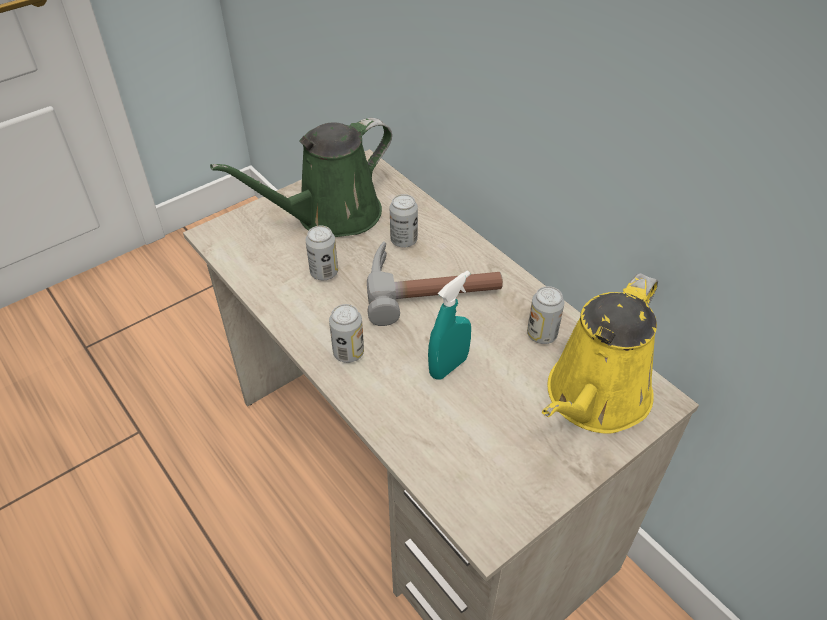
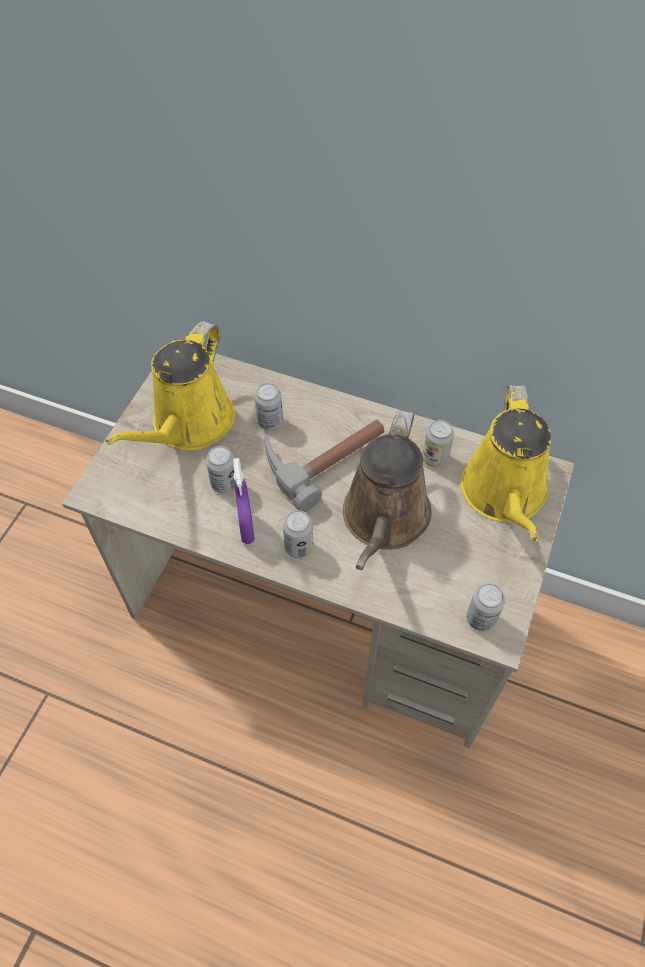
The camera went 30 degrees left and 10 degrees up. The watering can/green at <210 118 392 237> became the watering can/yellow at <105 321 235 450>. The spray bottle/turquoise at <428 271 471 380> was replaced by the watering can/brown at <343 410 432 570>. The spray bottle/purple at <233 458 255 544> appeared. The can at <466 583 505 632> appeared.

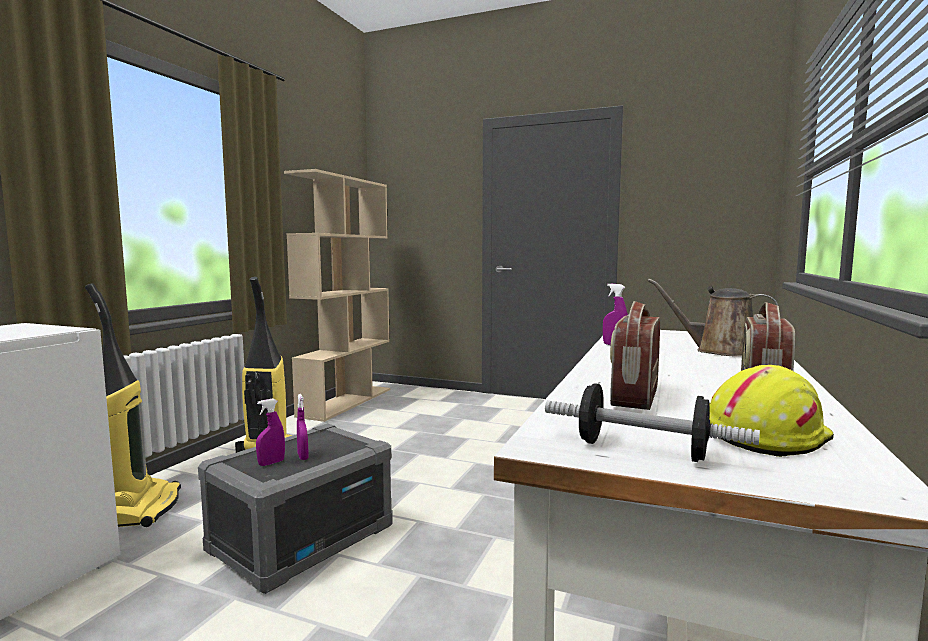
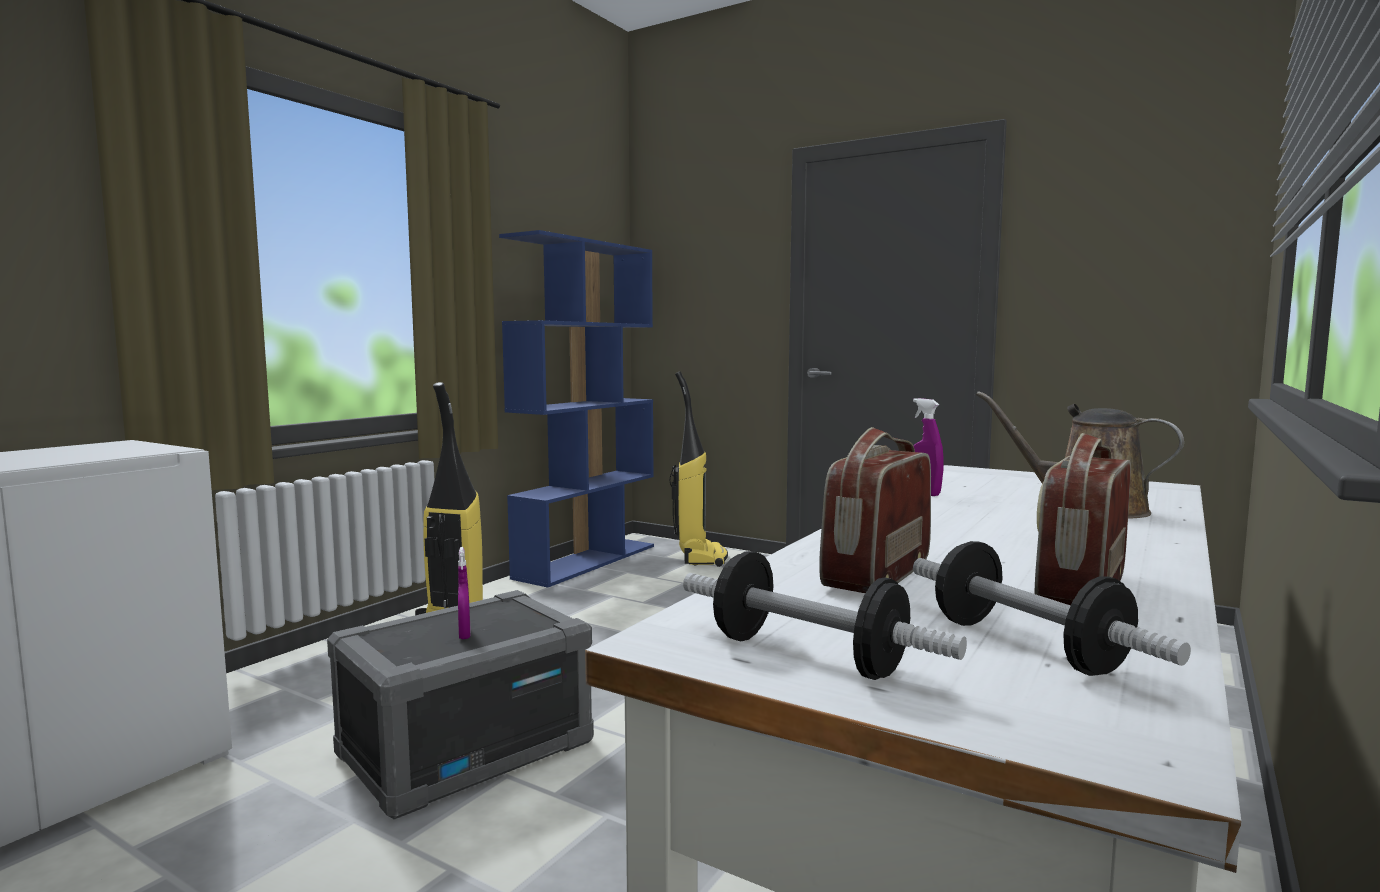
The camera went 10 degrees right and 0 degrees up. The bookcase/beige at <284 169 390 422> became the bookcase/blue at <499 230 654 588>. The vacuum cleaner moved from <85 283 181 527> to <669 371 728 567>. The hard hat/yellow at <709 365 834 457> was replaced by the dumbbell at <913 541 1191 676>. The spray bottle/purple at <256 398 285 466> disappeared.

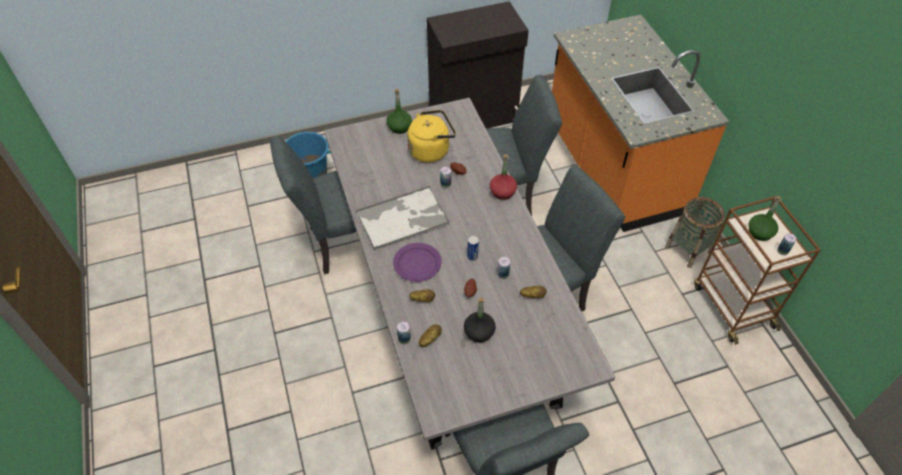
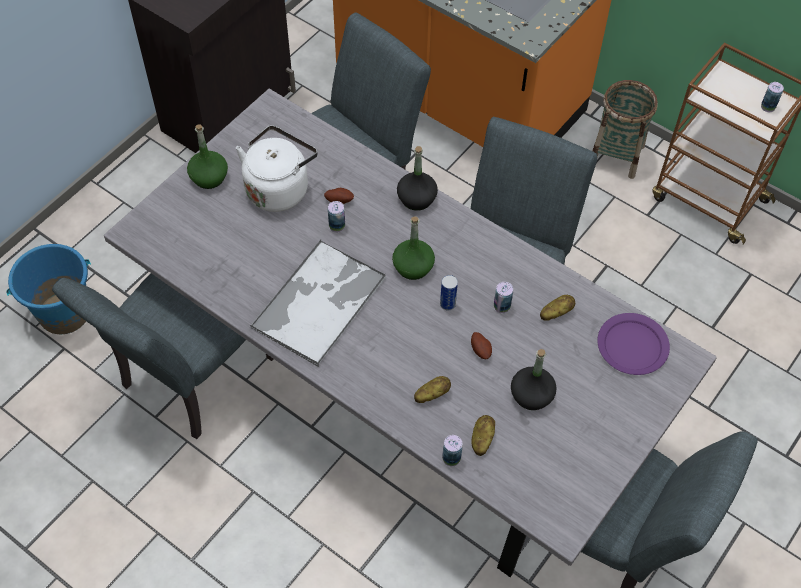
The camera went 35 degrees left and 5 degrees up. The kettle/yellow at <407 110 456 163> became the kettle/white at <236 125 318 212>. The bottle/red at <490 154 517 200> became the bottle/black at <397 146 438 211>. The bottle/green moved from <749 196 781 241> to <392 217 435 280>. The plate/purple moved from <393 243 442 282> to <597 313 670 375>.

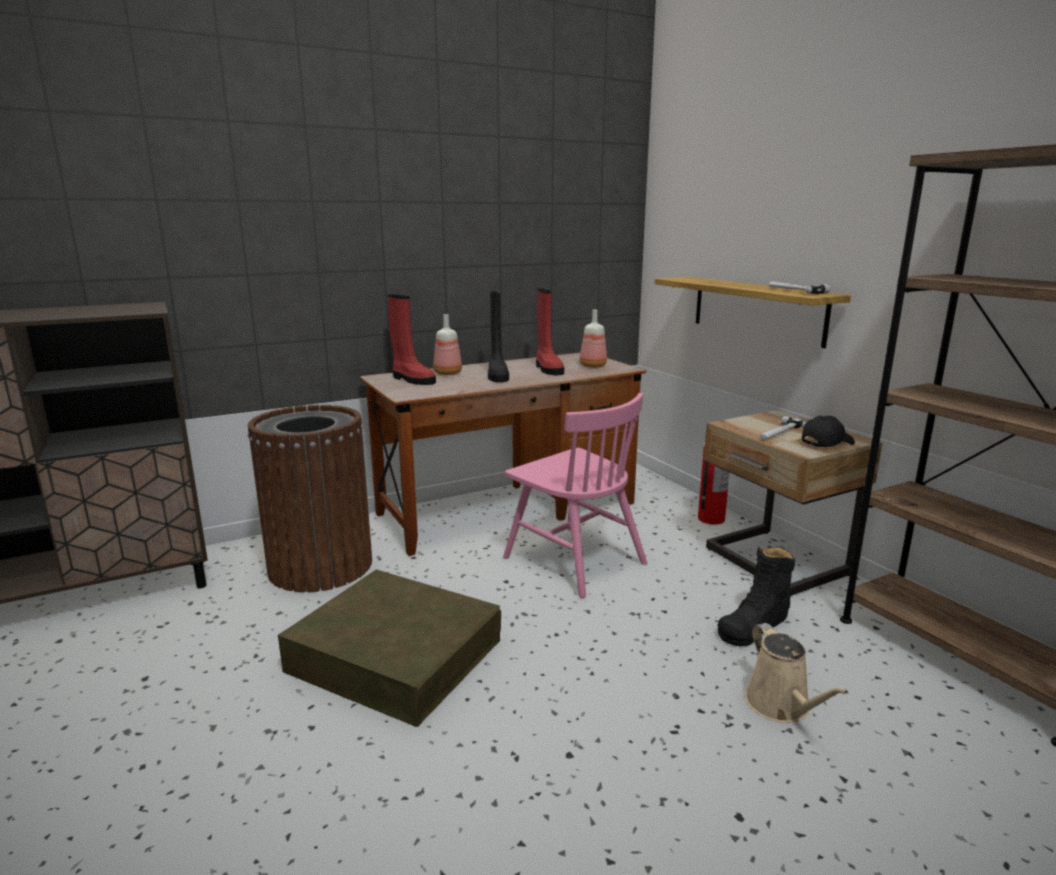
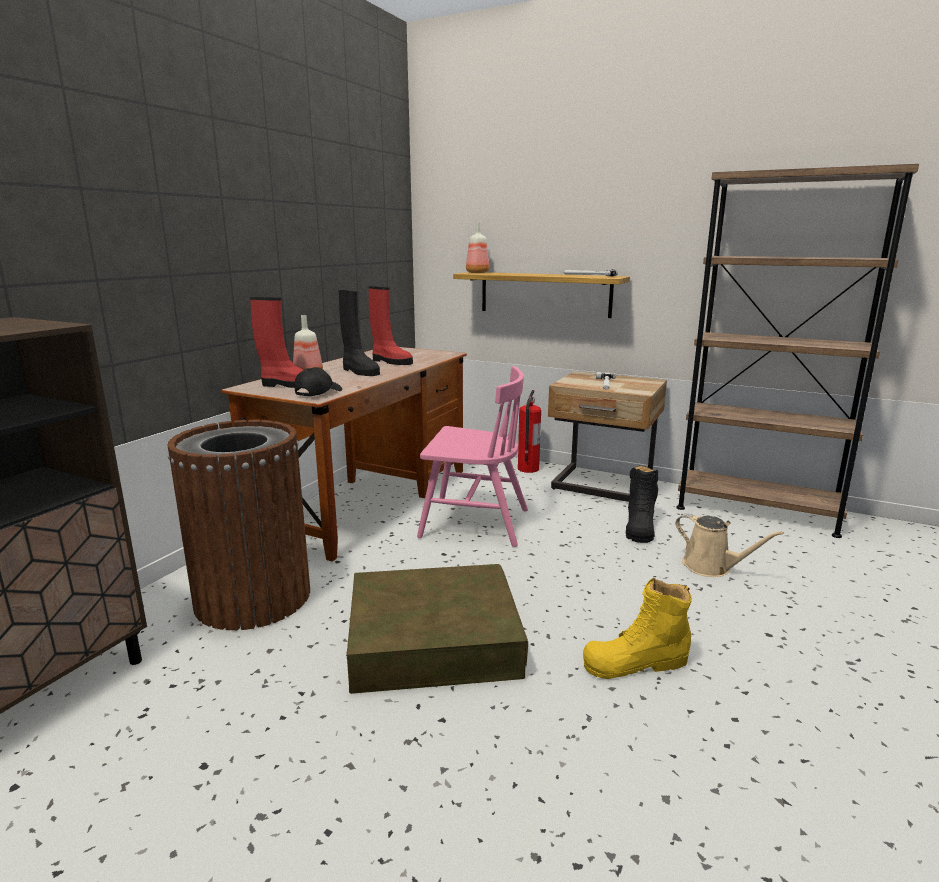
The camera went 35 degrees left and 0 degrees up. The bottle moved from <580 309 607 368> to <466 222 489 273>. The cap/black moved from <802 416 855 447> to <295 367 342 397>. The boot/yellow at <583 578 692 679> appeared.

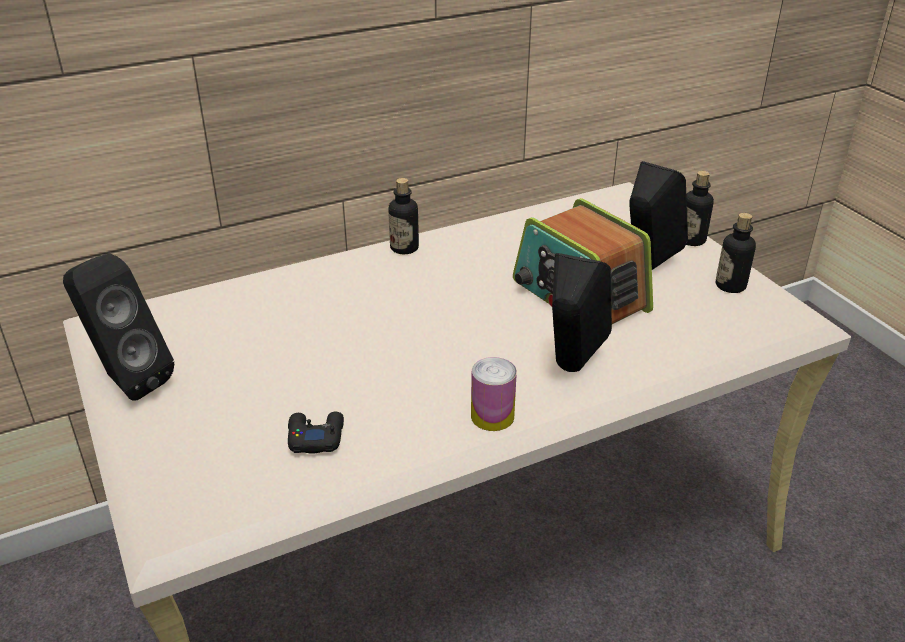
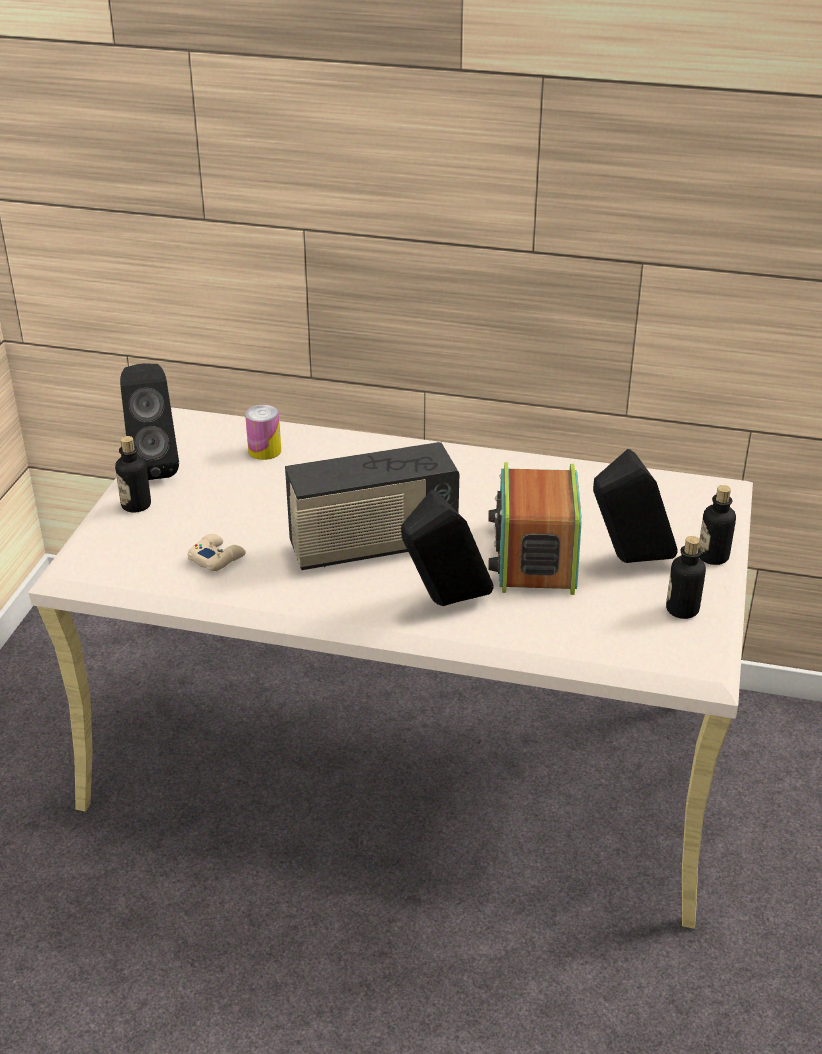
The camera went 40 degrees right and 0 degrees up. The bottle moved from <388 178 419 254> to <115 436 151 513>. The can moved from <471 357 517 431> to <245 405 281 460>. The game controller/black at <288 412 344 453> became the game controller/beige at <188 534 246 571>. The radio at <285 442 459 570> appeared.

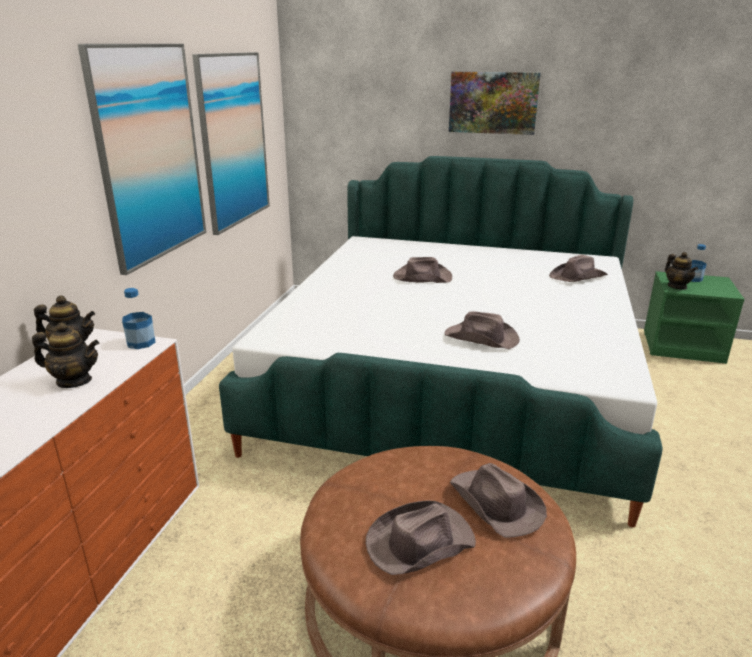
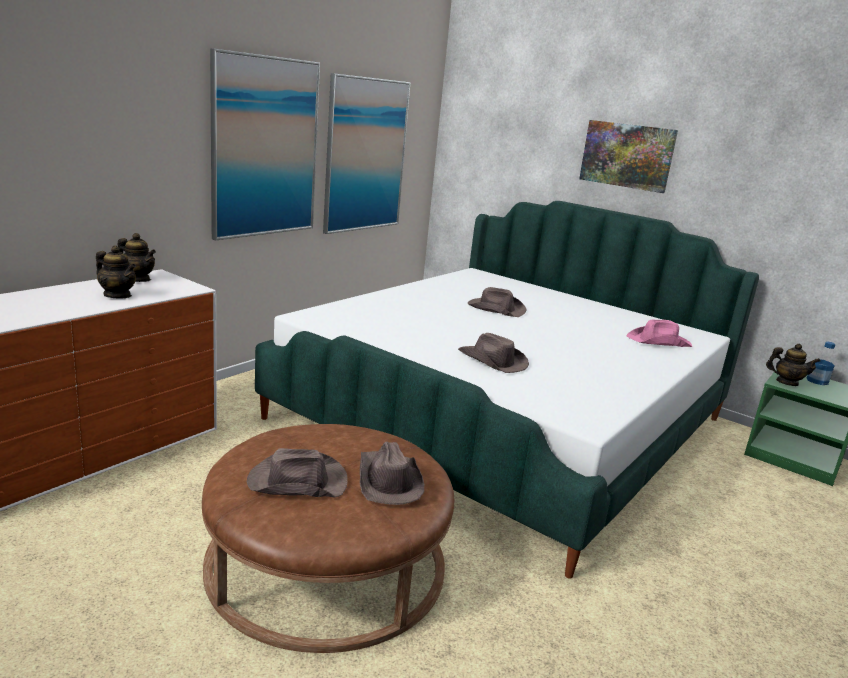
The camera went 20 degrees right and 5 degrees down. The teapot at <665 252 698 290> turned 75 degrees counterclockwise. The hat/brown at <549 255 608 282> became the hat/pink at <626 320 692 347>. The bottle at <122 288 156 349> disappeared.

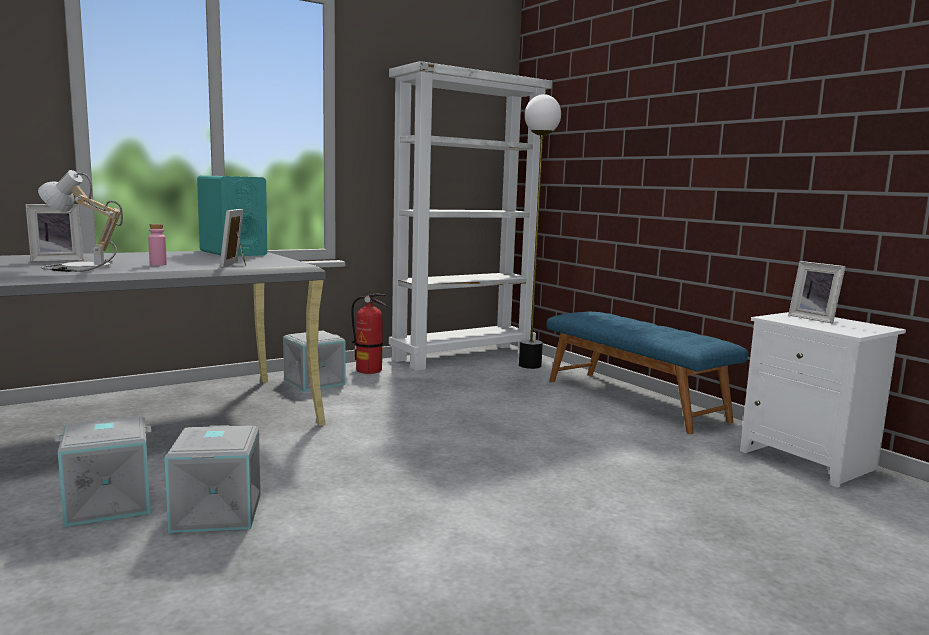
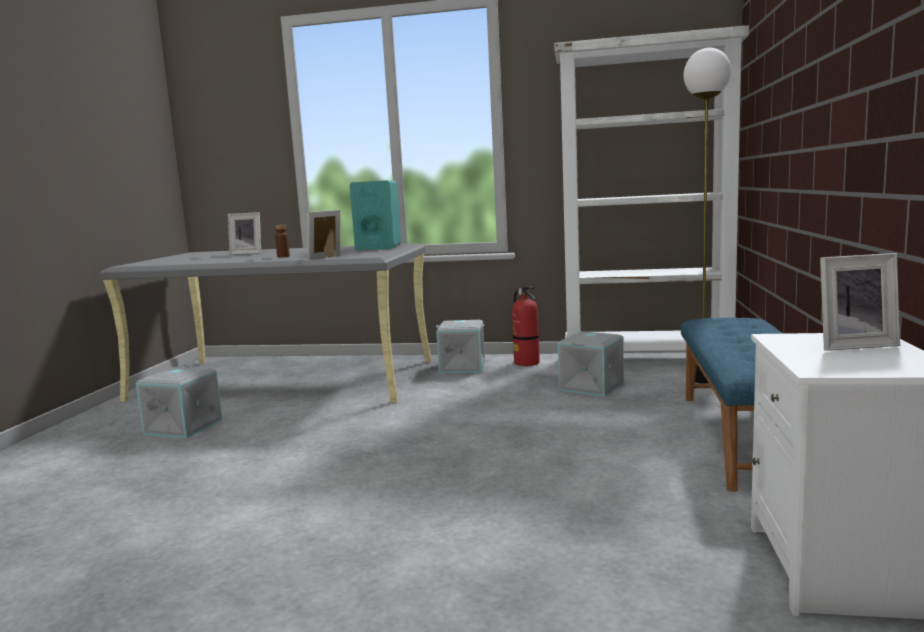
The camera went 45 degrees right and 0 degrees up. The table lamp at <38 170 123 272> disappeared. The bottle/pink at <148 224 167 266> became the bottle/brown at <275 225 290 257>. The picture frame at <788 261 846 324> turned 105 degrees counterclockwise. The storage box/grey moved from <164 425 261 533> to <558 331 624 397>.

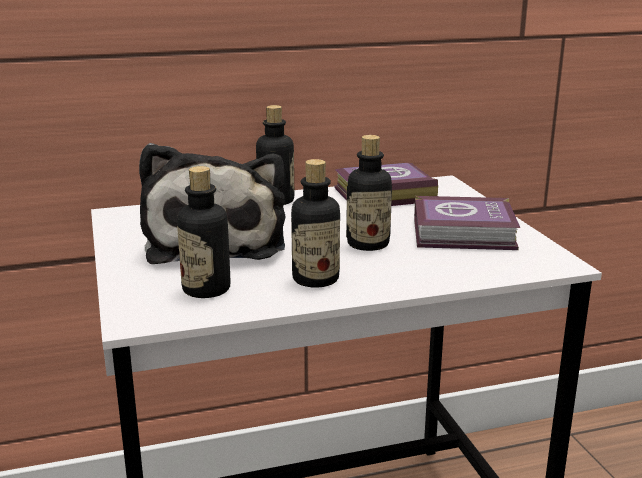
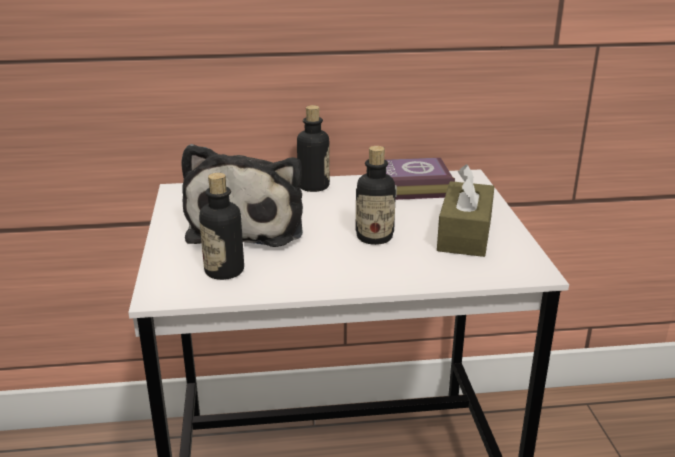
The camera went 10 degrees right and 5 degrees up. The bottle at <291 159 340 288> disappeared. The book at <414 196 520 250> was replaced by the tissue box/brown at <437 164 495 257>.

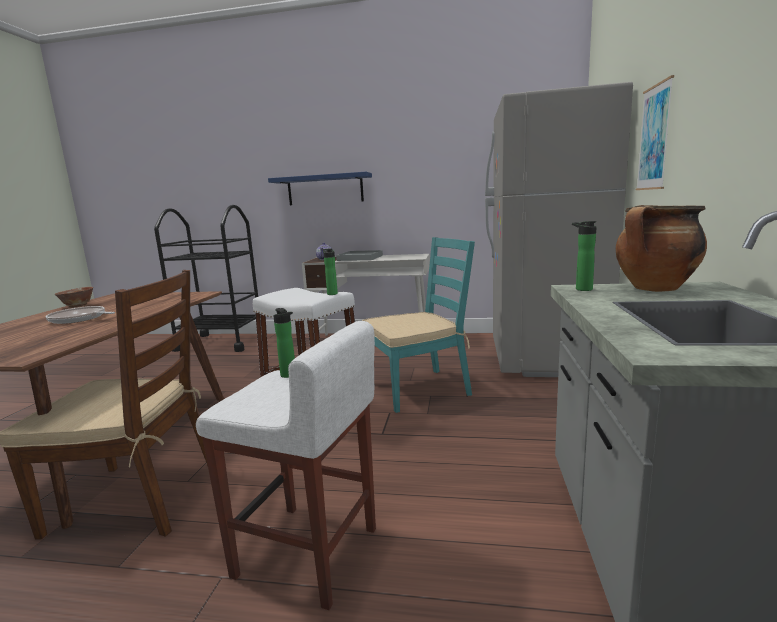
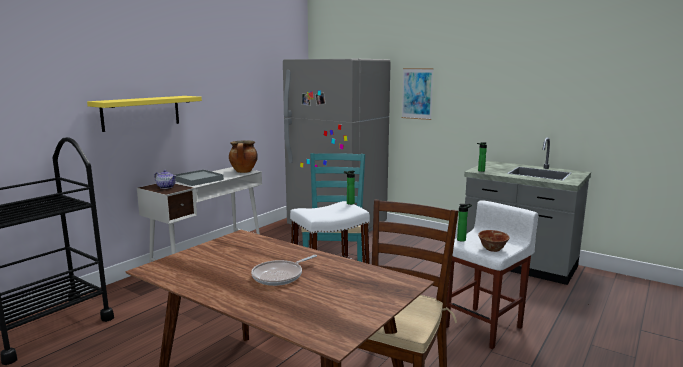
The camera went 65 degrees left and 0 degrees up. The shelf/blue at <268 172 372 205> became the shelf/yellow at <87 96 202 132>. The cooking pot moved from <616 205 707 292> to <229 140 258 173>. The bowl moved from <55 287 93 308> to <478 230 510 252>.

